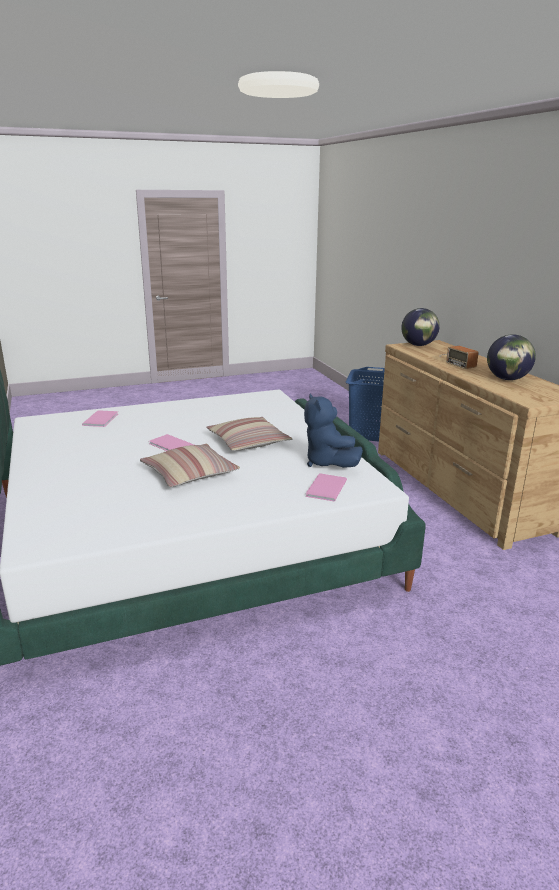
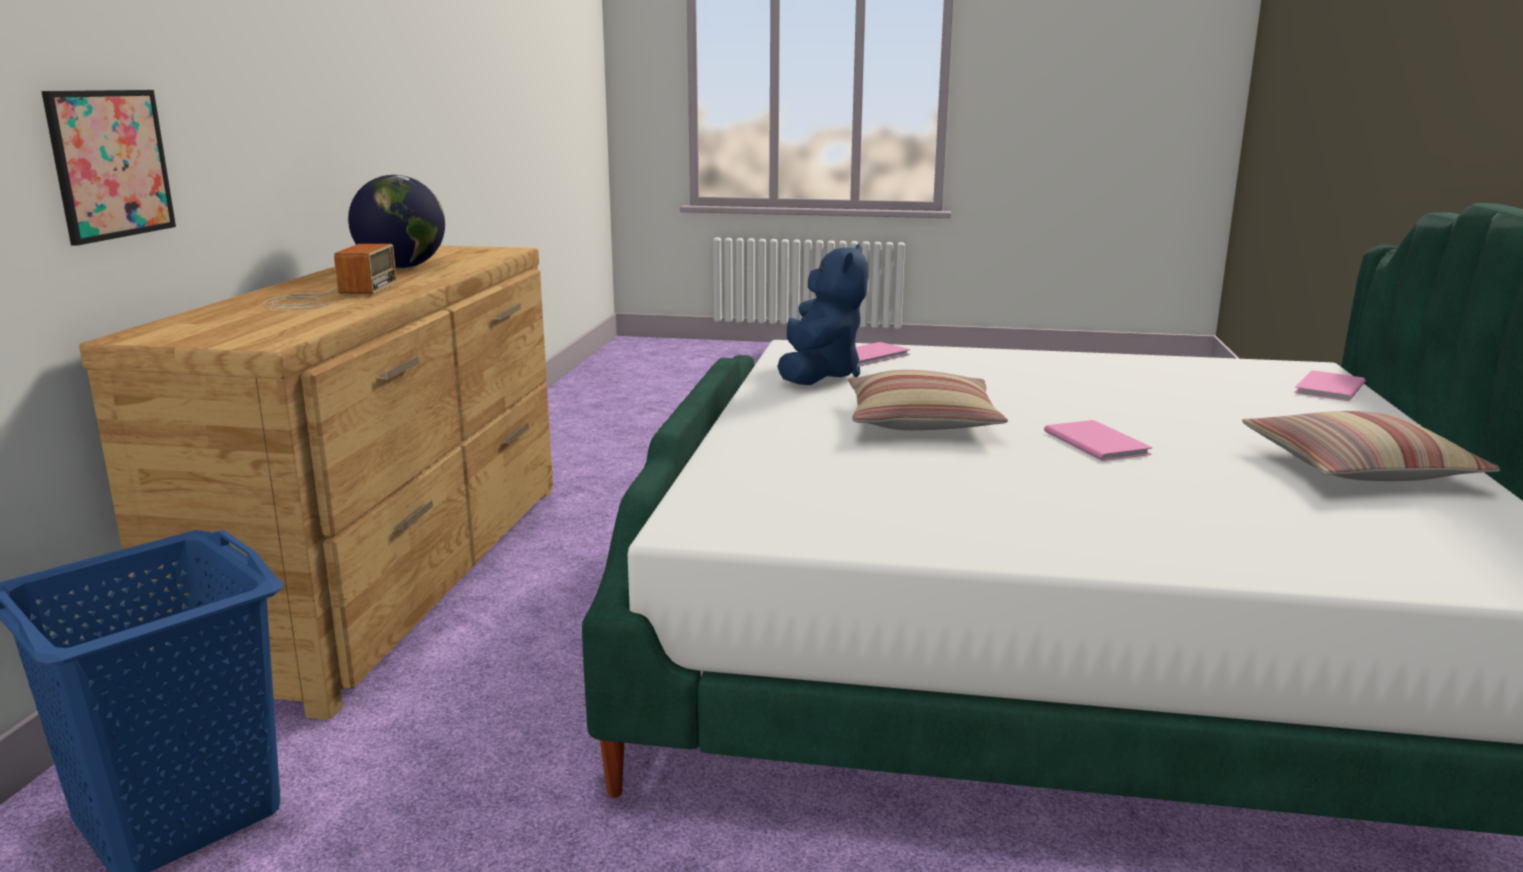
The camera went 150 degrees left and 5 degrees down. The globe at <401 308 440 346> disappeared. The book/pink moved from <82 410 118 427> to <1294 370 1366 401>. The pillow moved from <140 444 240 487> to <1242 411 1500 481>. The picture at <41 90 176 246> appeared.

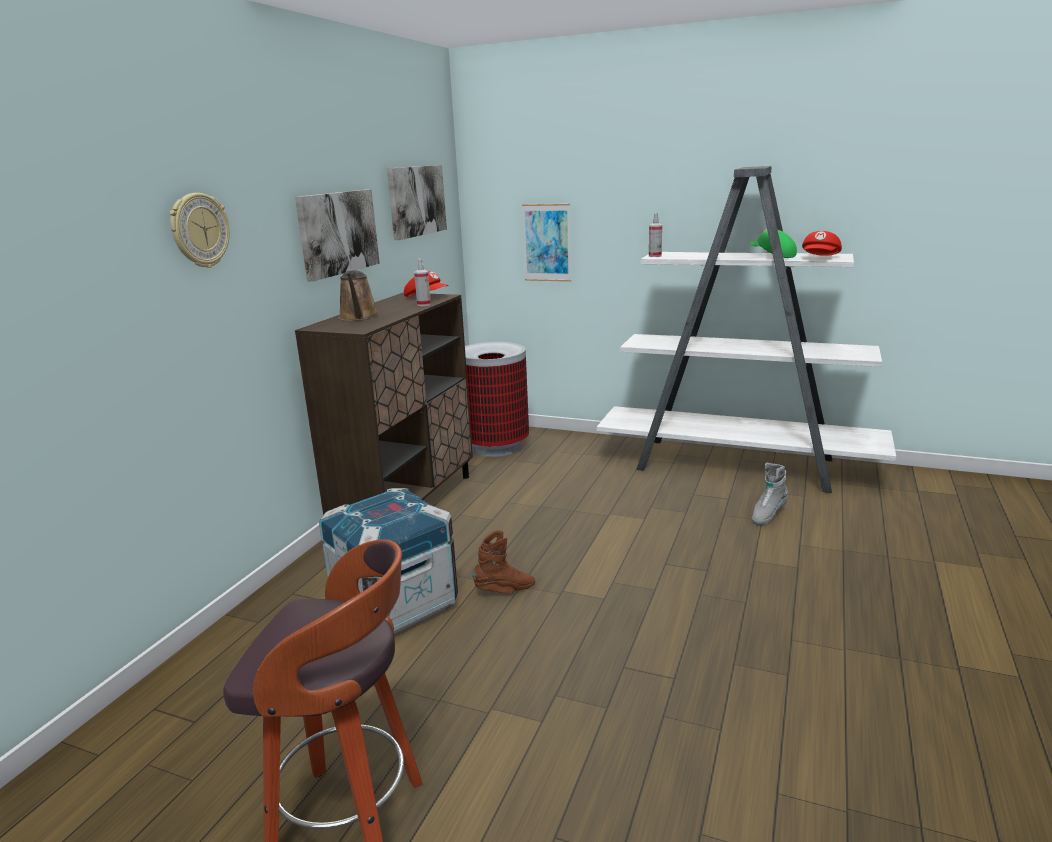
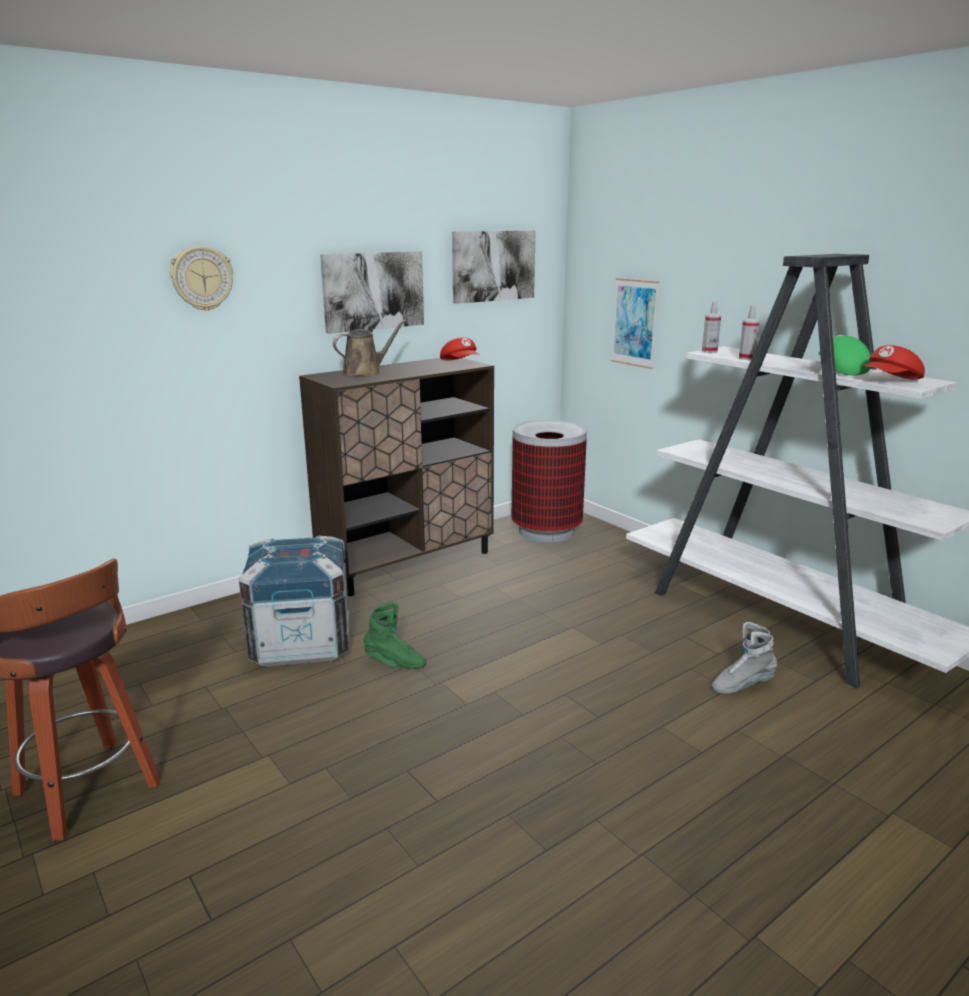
The camera went 30 degrees right and 0 degrees up. The spray bottle moved from <414 259 431 306> to <739 305 760 360>. The watering can/brown at <339 270 379 321> turned 150 degrees counterclockwise. The boot/brown at <472 530 535 593> became the boot/green at <363 602 426 669>.

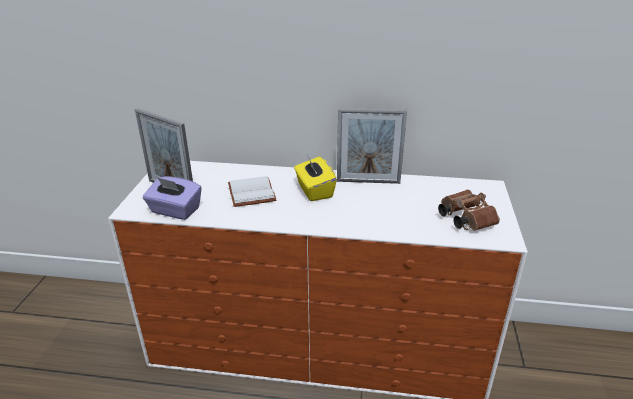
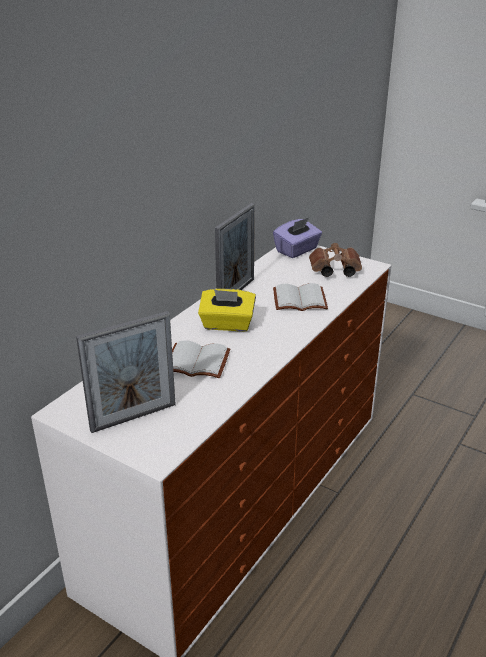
The camera went 65 degrees left and 0 degrees up. The tissue box/purple moved from <143 176 202 220> to <273 218 322 258>. The book/white at <273 283 328 311> appeared.

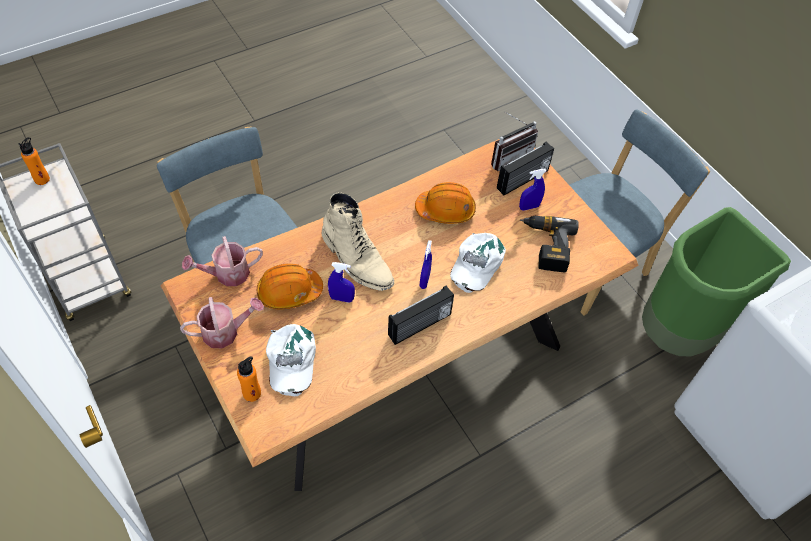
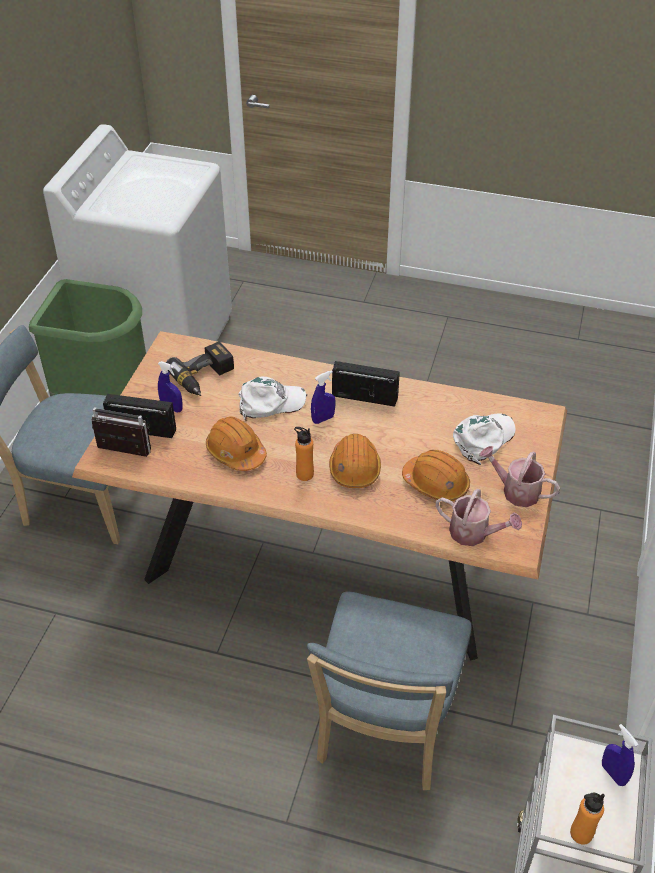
The camera went 130 degrees left and 10 degrees down. The boot/beige at <322 192 394 291> was replaced by the hard hat/orange at <329 434 381 488>. The spray bottle/blue moved from <328 262 355 303> to <602 724 638 786>. The bottle/orange moved from <237 356 261 402> to <294 427 314 481>.

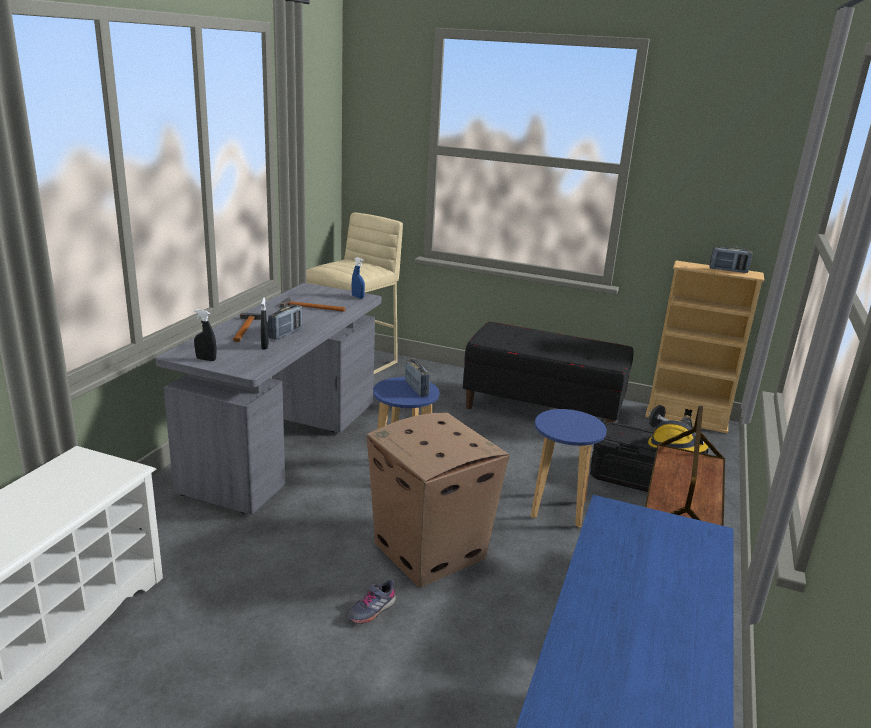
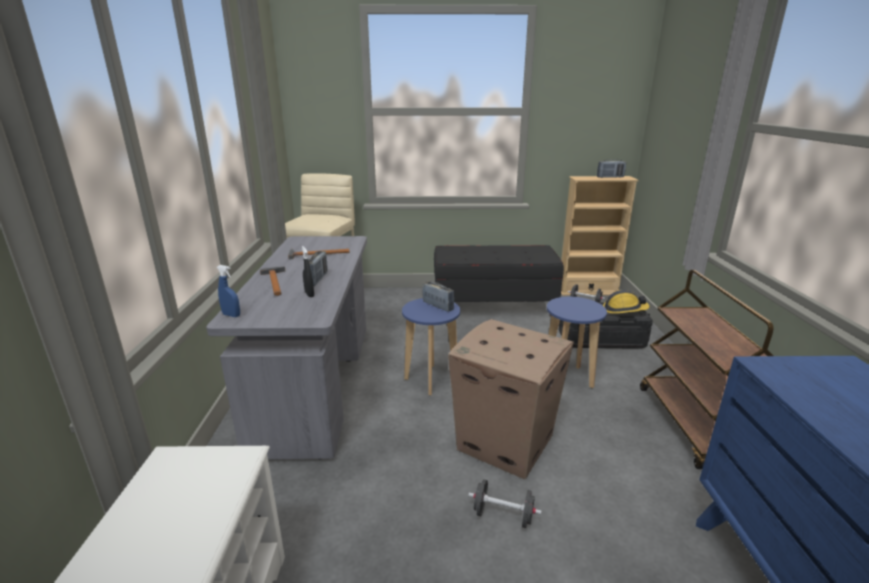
The camera went 20 degrees left and 0 degrees up. The spray bottle/blue moved from <352 257 365 299> to <217 265 240 317>. The spray bottle/black at <194 310 216 361> disappeared. The shoe/grey at <345 579 396 624> was replaced by the dumbbell/black at <468 479 542 528>.

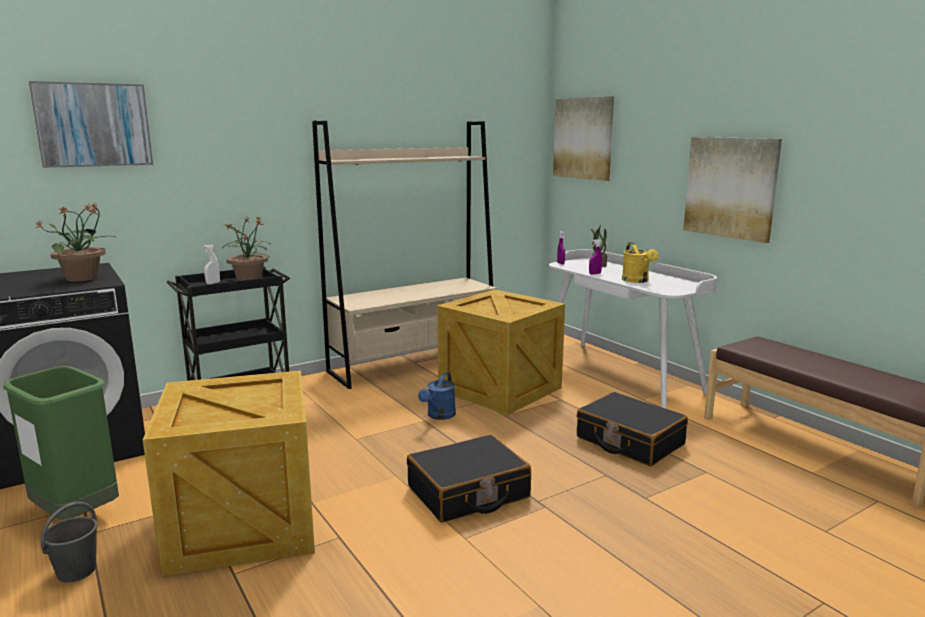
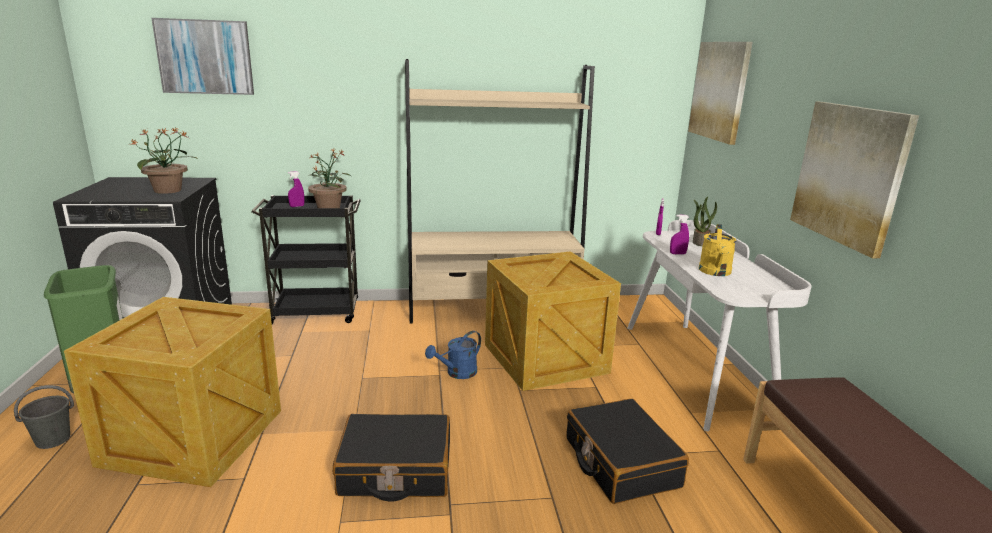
The camera went 25 degrees right and 5 degrees up. The spray bottle/white at <203 244 220 284> became the spray bottle/purple at <288 171 304 207>.

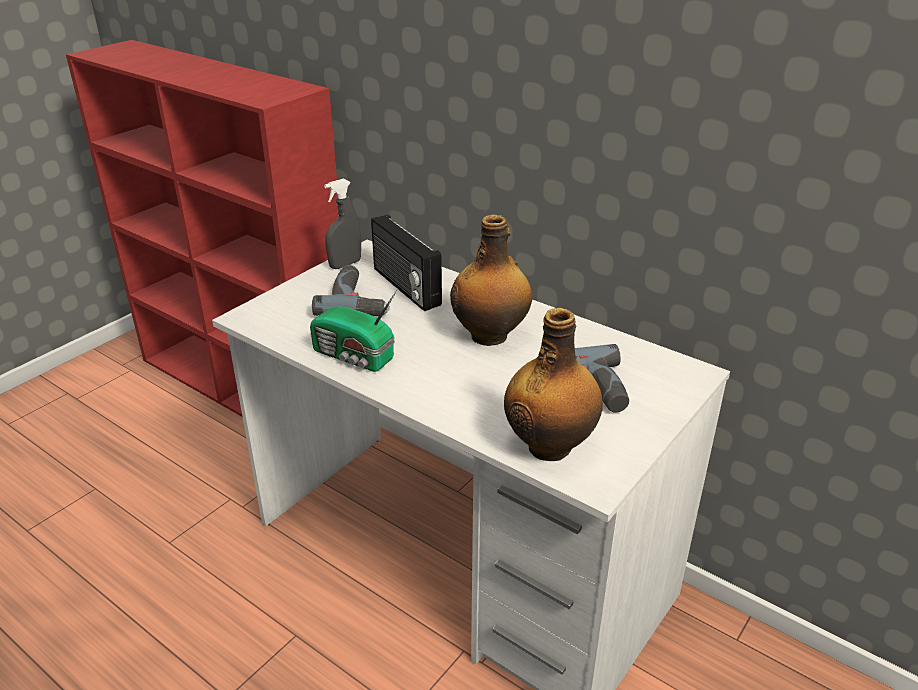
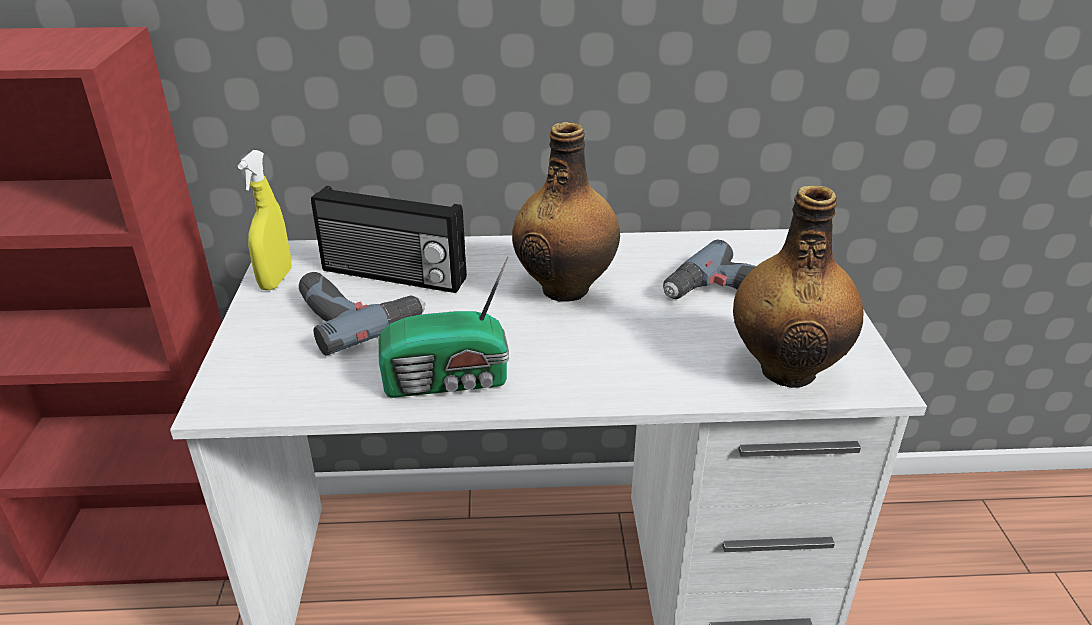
The camera went 40 degrees left and 0 degrees up. The spray bottle/grey at <324 179 361 269> became the spray bottle/yellow at <238 150 291 290>.

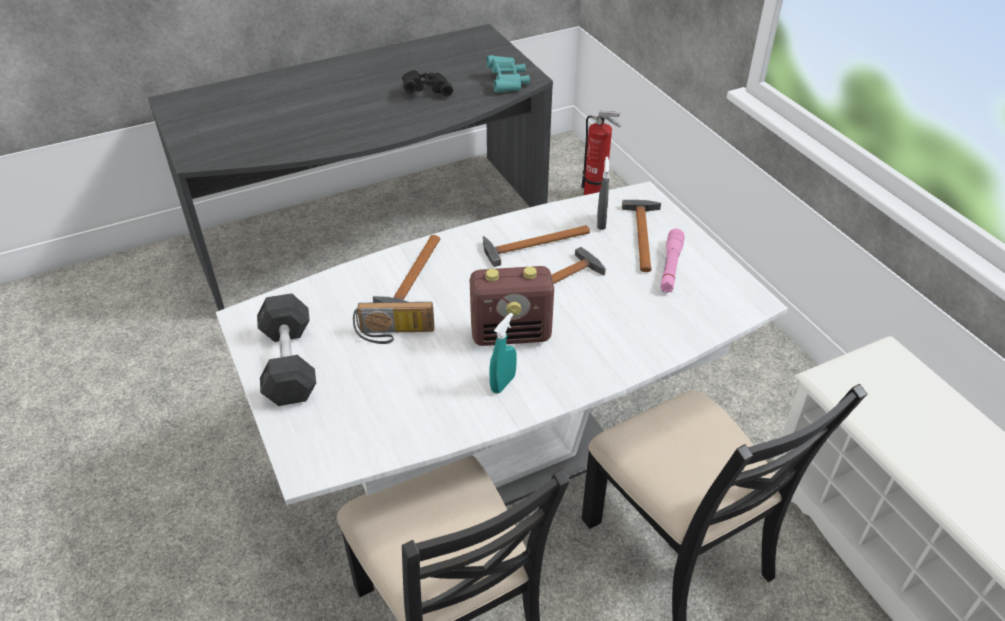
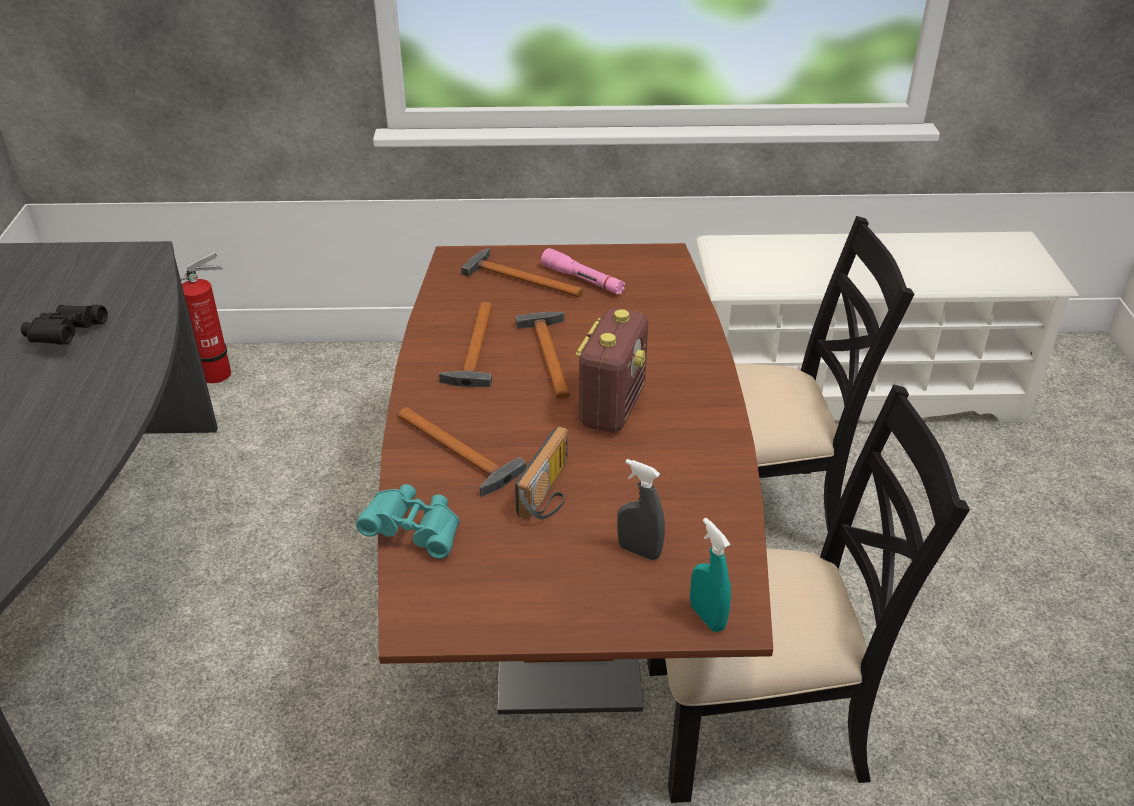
The camera went 65 degrees left and 5 degrees down. The binoculars/turquoise moved from <486 55 530 92> to <356 484 459 559>. The spray bottle/grey moved from <597 157 609 230> to <617 459 665 560>. The dining table/white at <216 181 788 506> became the dining table/brown at <378 243 773 714>. The dumbbell/grey at <257 293 316 406> disappeared. The spray bottle/turquoise moved from <489 313 517 393> to <690 518 731 632>.

